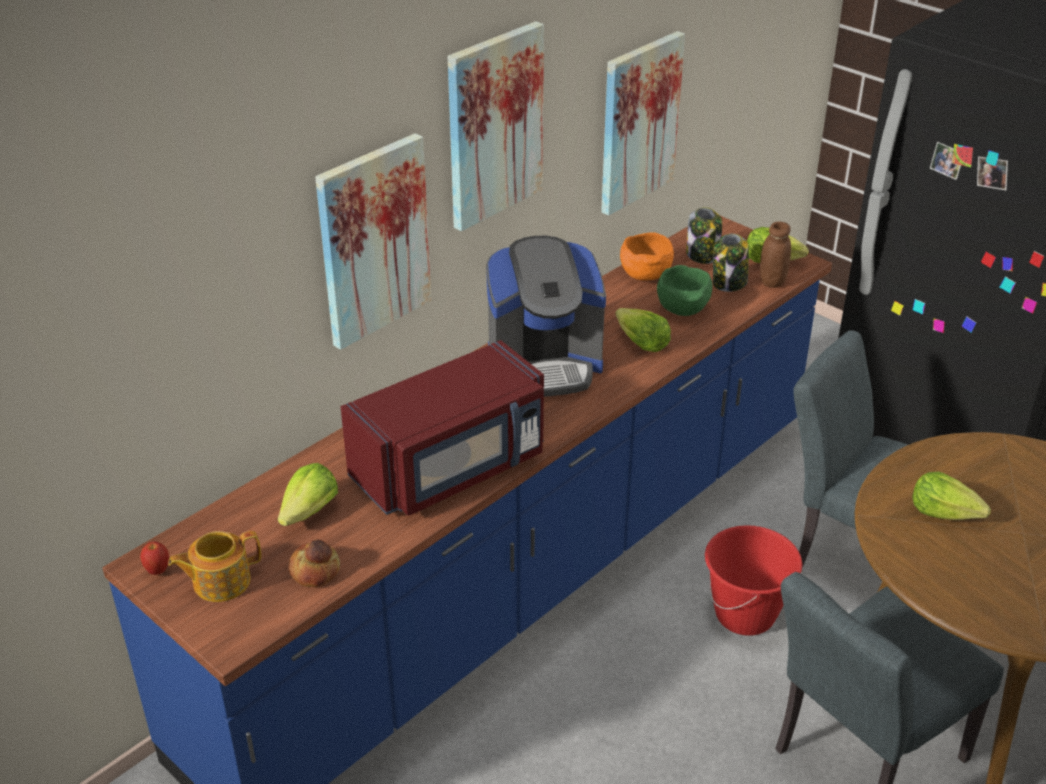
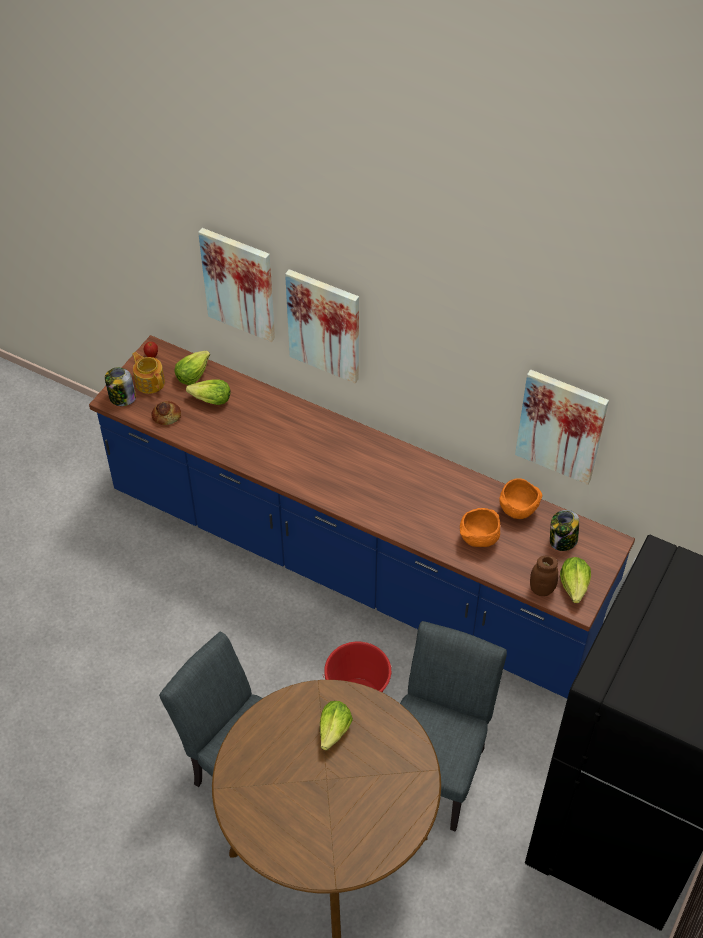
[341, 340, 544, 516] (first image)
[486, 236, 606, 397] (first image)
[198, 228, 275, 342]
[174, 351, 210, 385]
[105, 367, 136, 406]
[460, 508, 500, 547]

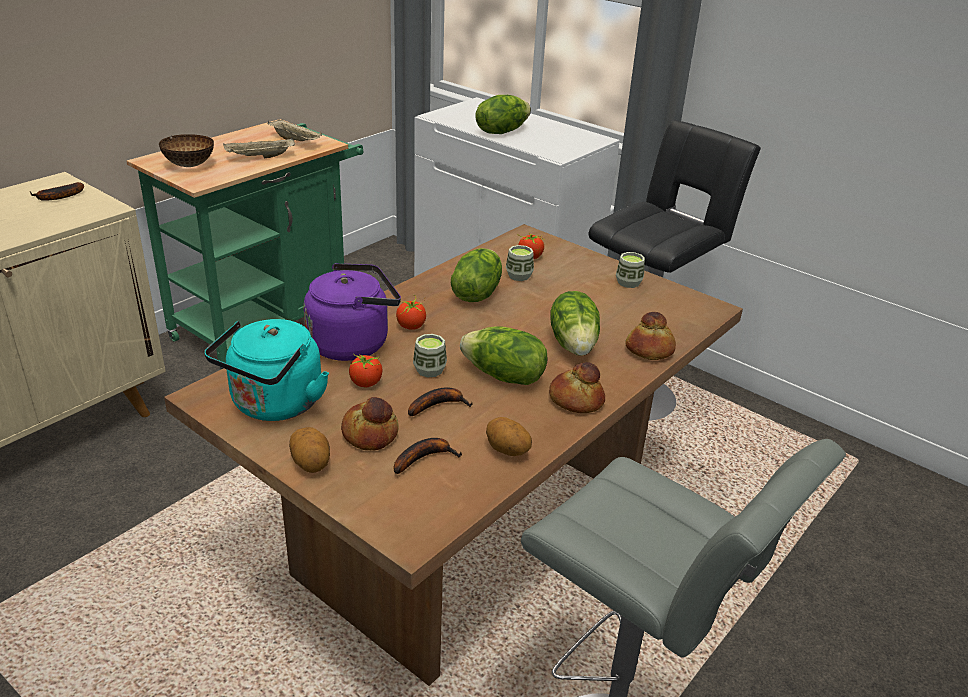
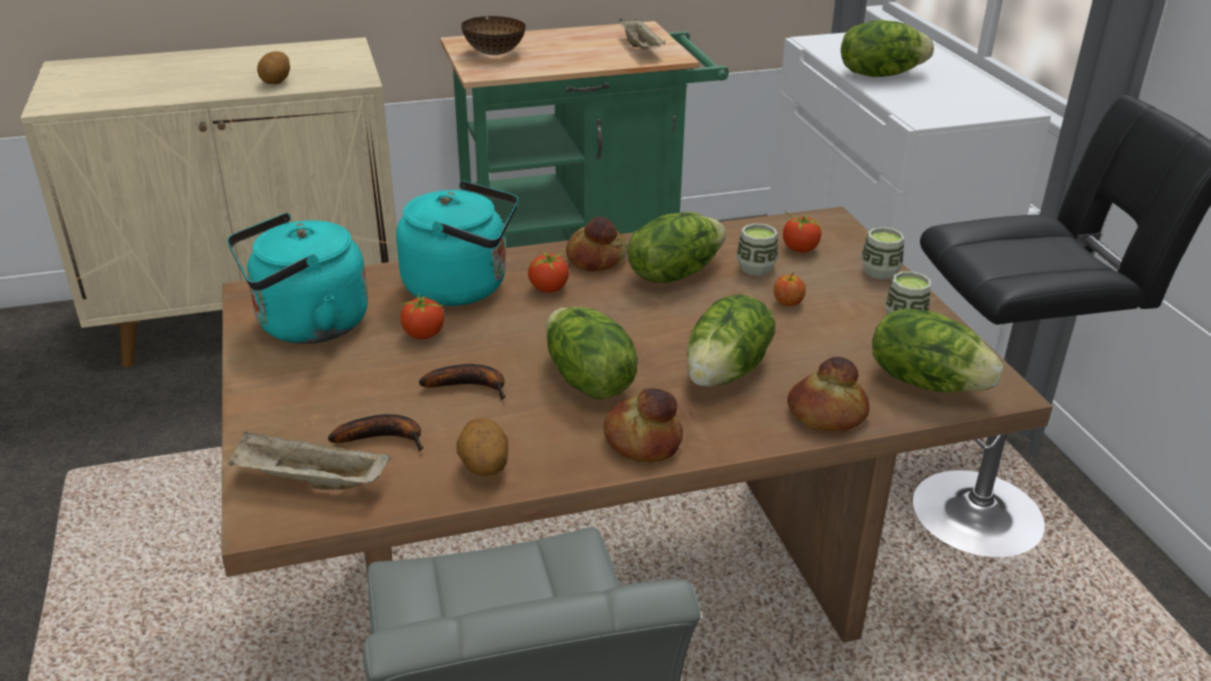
[30, 182, 84, 201] (first image)
[773, 272, 806, 306]
[872, 308, 1003, 392]
[228, 431, 390, 490]
[257, 51, 290, 84]
[566, 216, 627, 272]
[861, 227, 904, 280]
[396, 181, 518, 306]

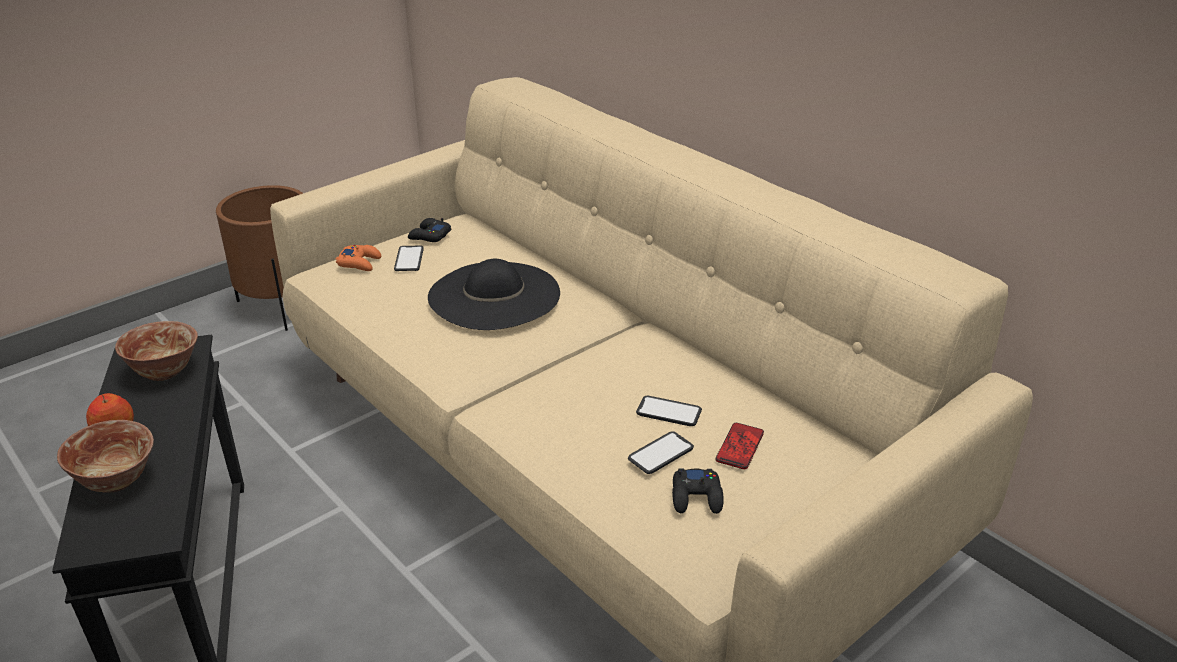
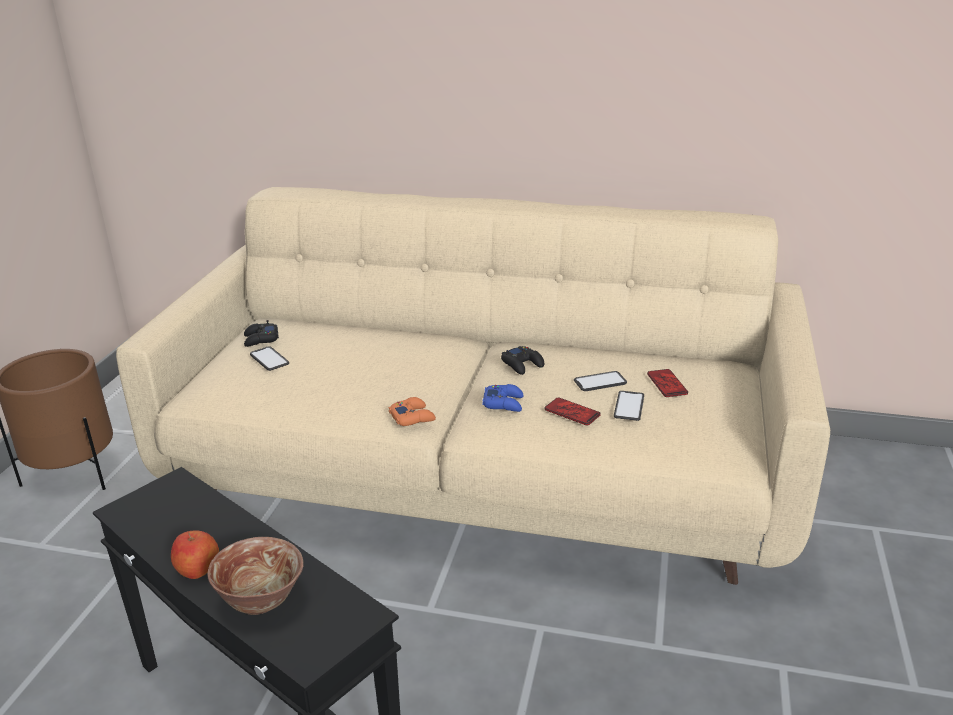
[115, 321, 198, 381] (first image)
[428, 259, 560, 330] (first image)
[482, 384, 523, 412]
[545, 398, 601, 425]
[389, 397, 436, 426]
[501, 346, 544, 375]

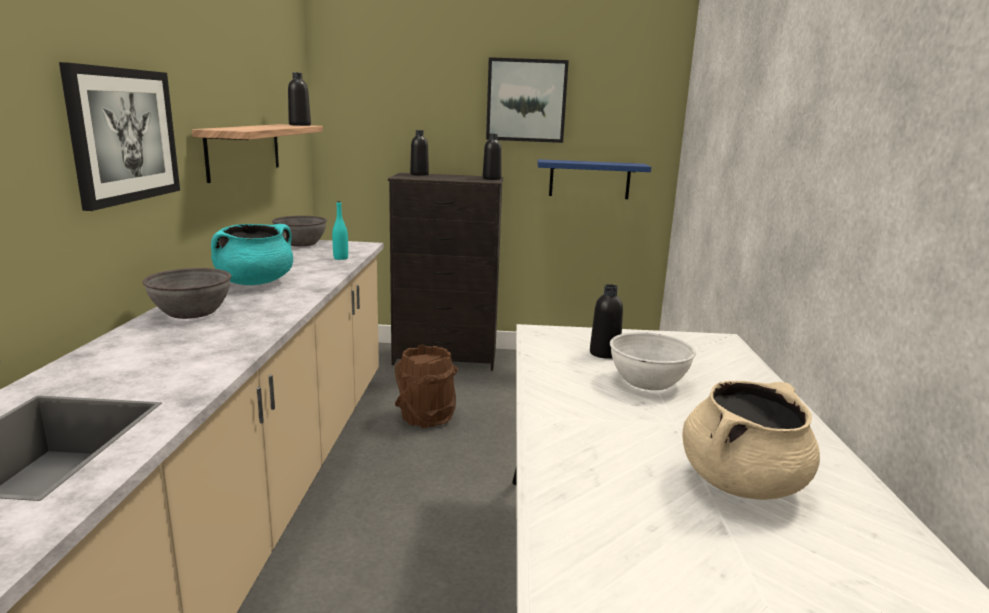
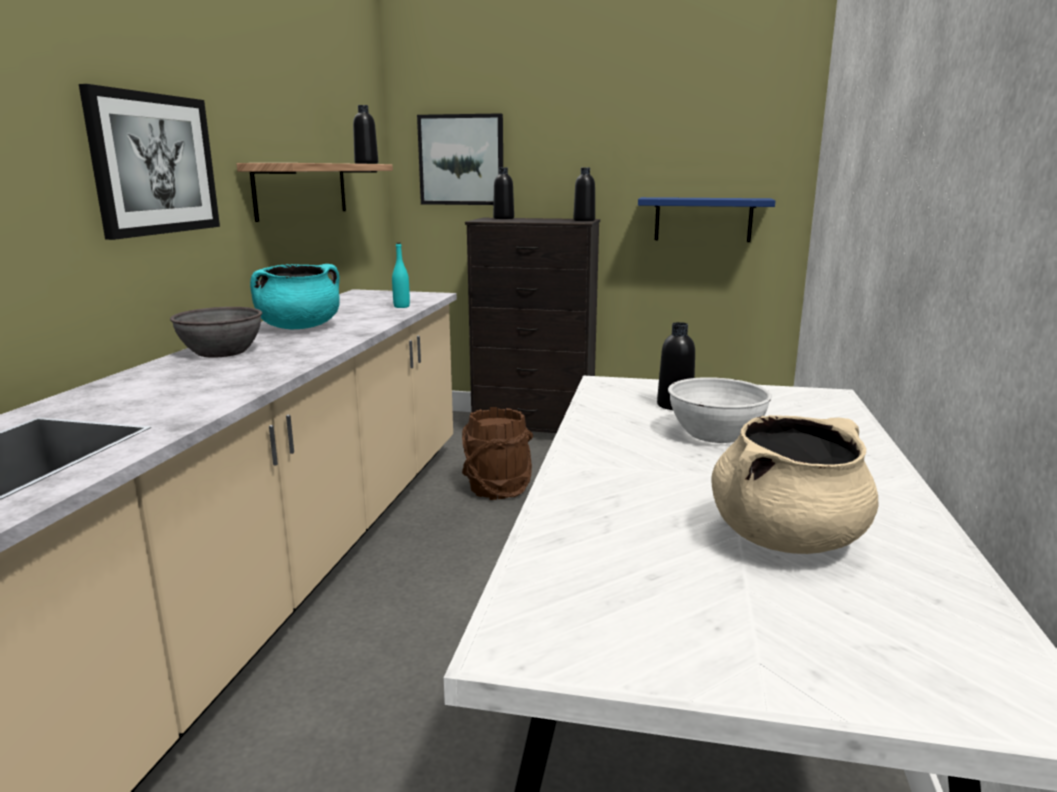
[272, 216, 327, 246] (first image)
[417, 113, 503, 205]

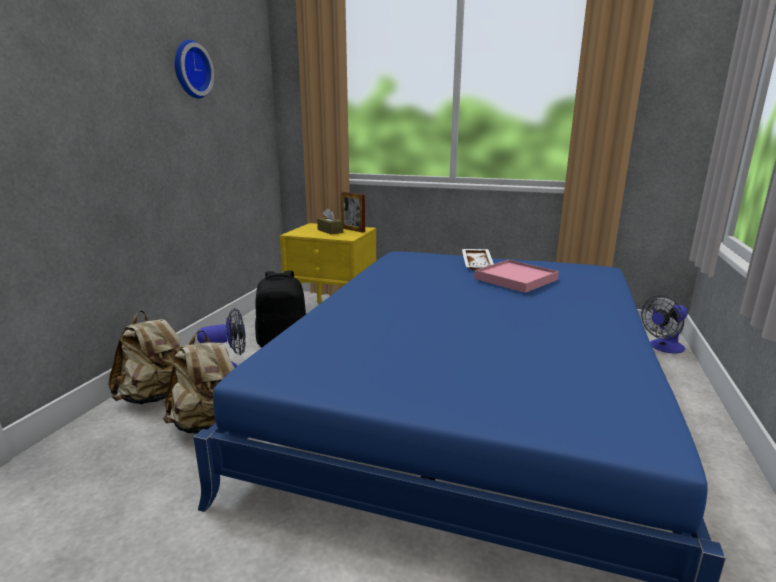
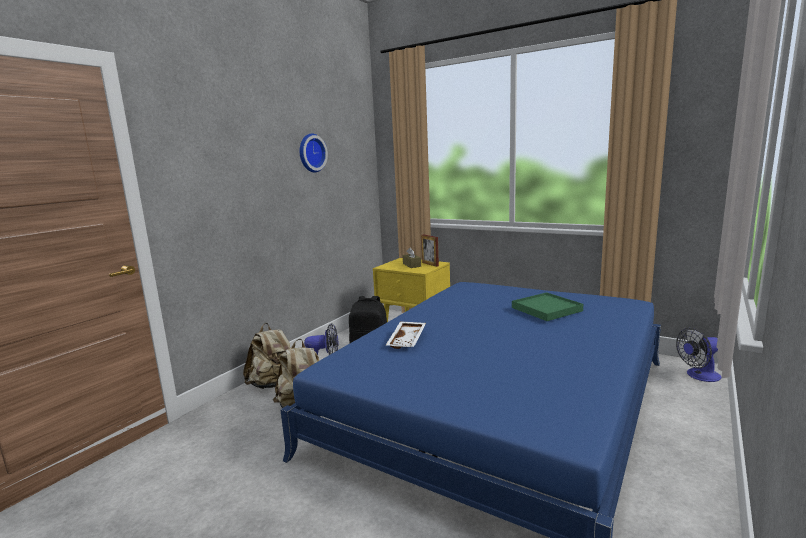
[386, 322, 426, 349]
[512, 292, 583, 321]

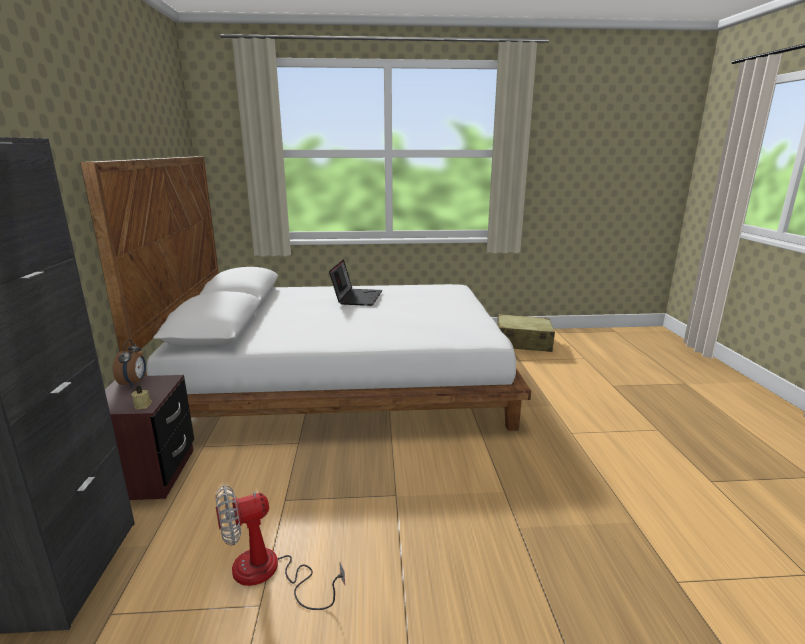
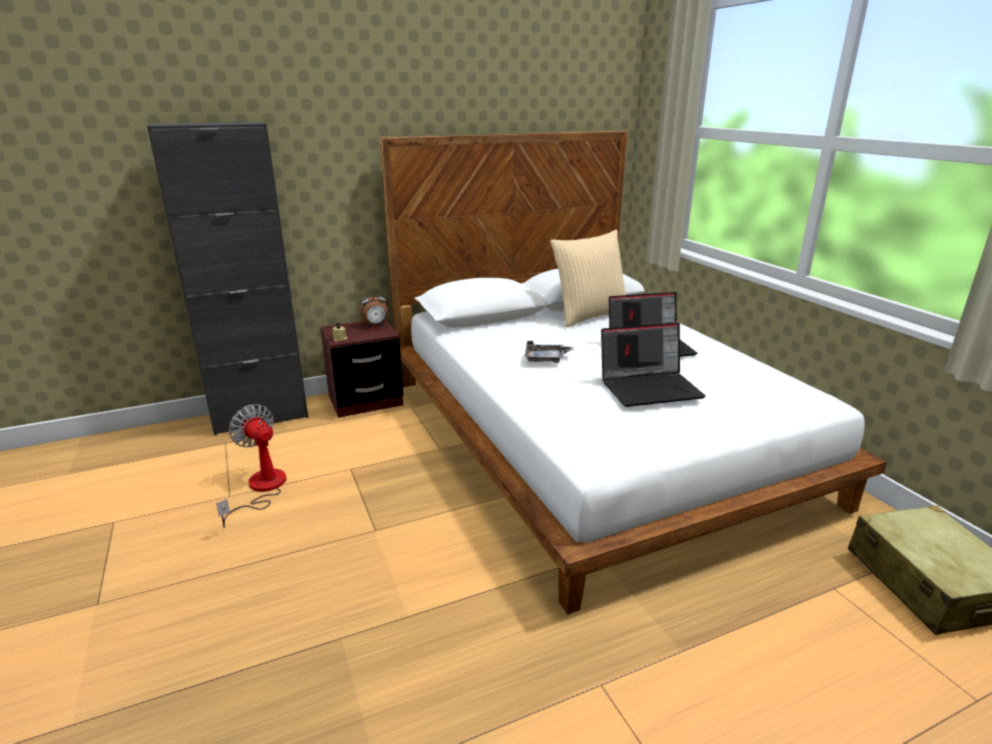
[525, 341, 574, 363]
[550, 230, 626, 327]
[601, 322, 705, 407]

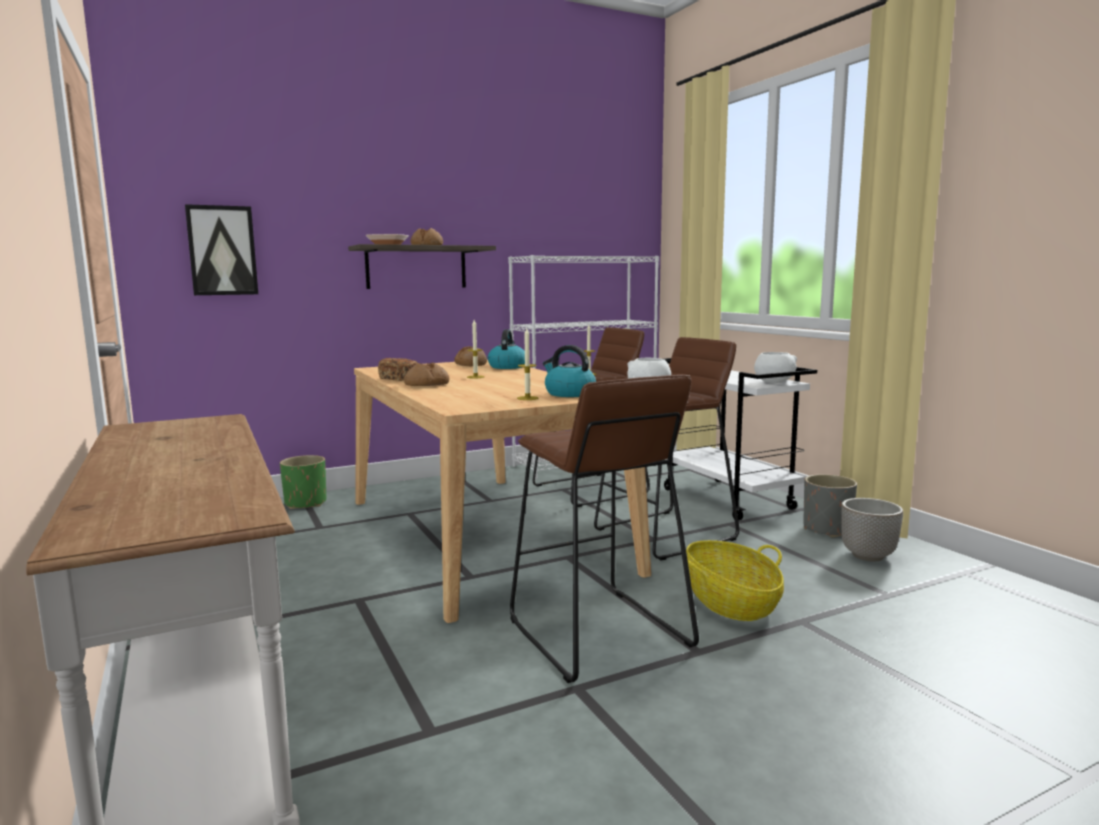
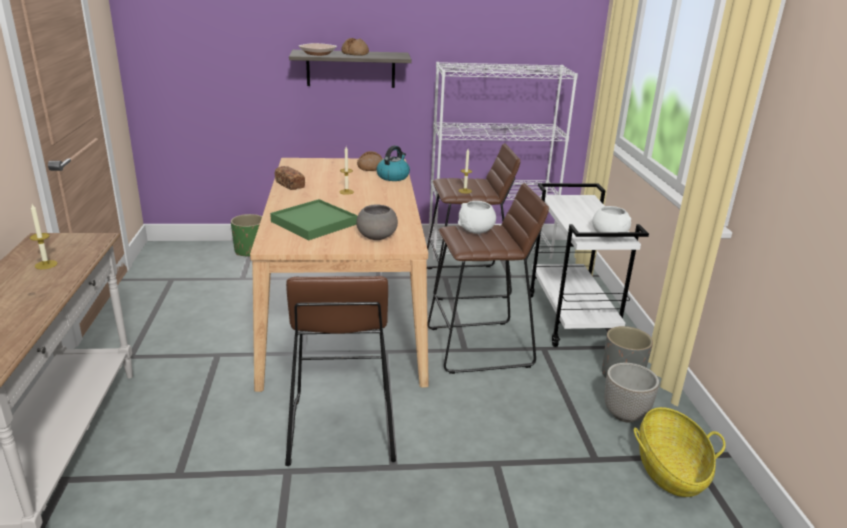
[185, 204, 258, 295] (first image)
[404, 363, 450, 386] (first image)
[270, 199, 358, 240]
[30, 204, 57, 269]
[634, 407, 726, 497]
[356, 205, 398, 240]

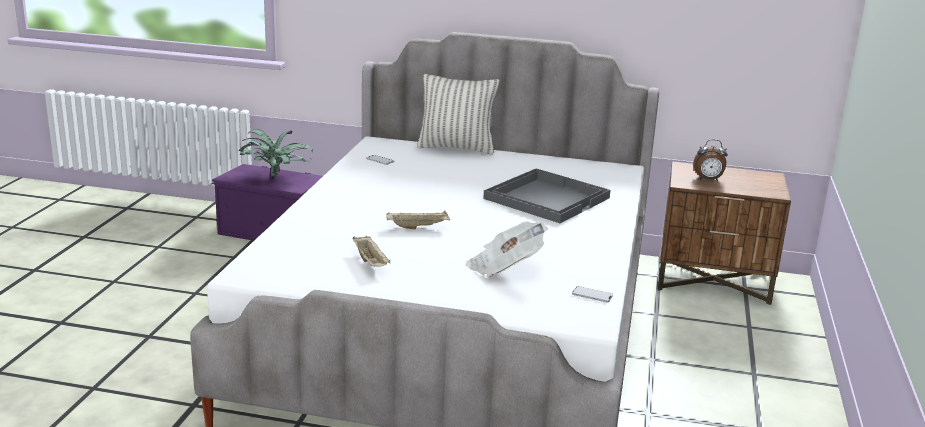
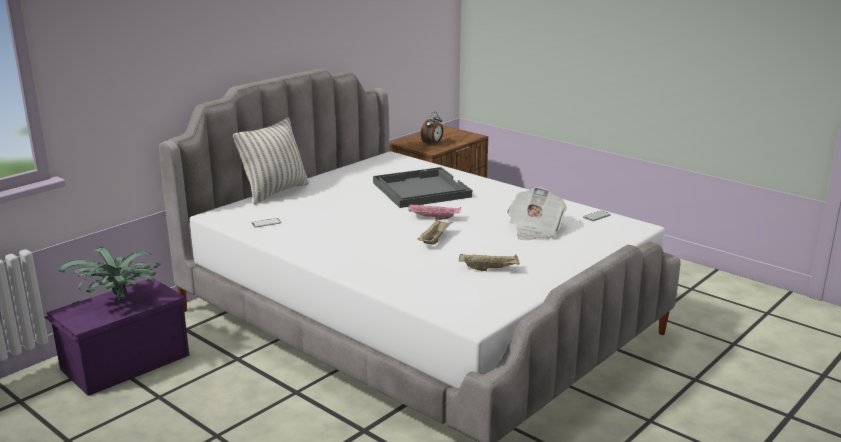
[408, 205, 461, 220]

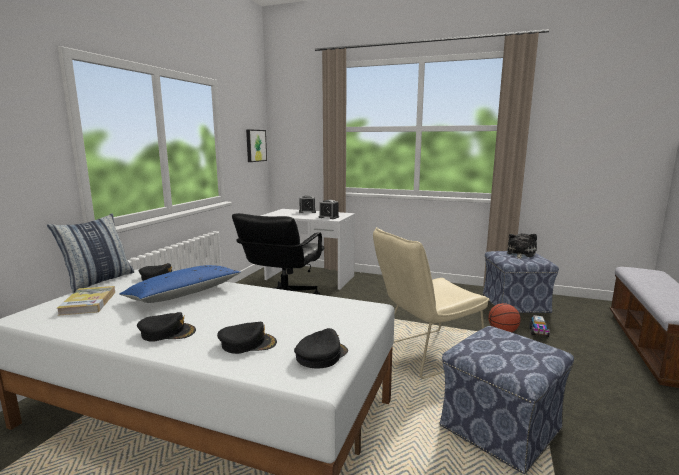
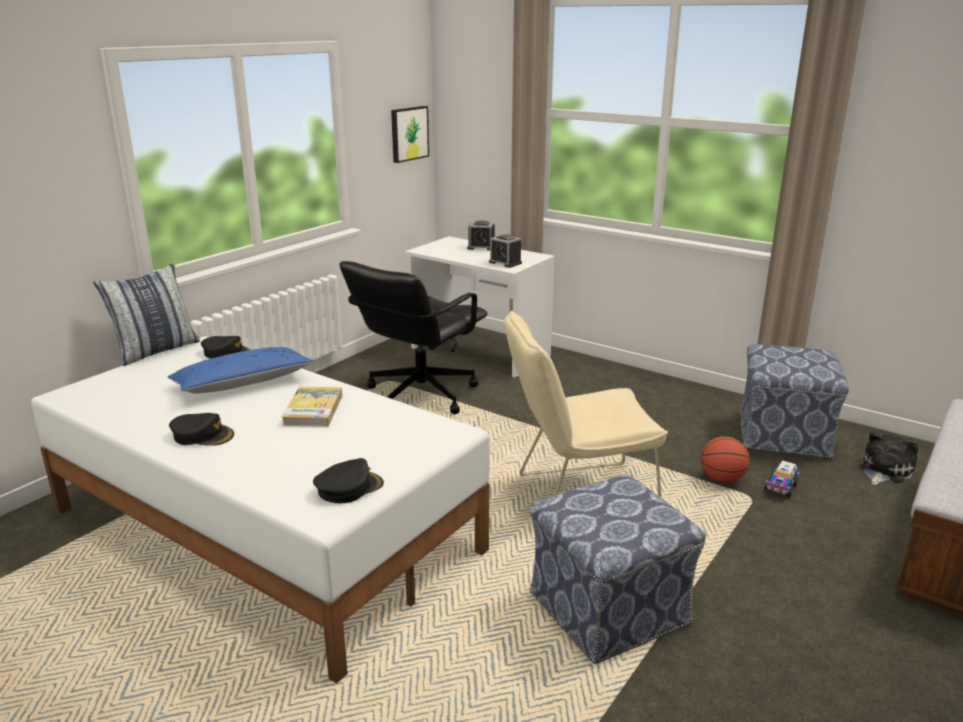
[217, 322, 277, 354] (first image)
[282, 387, 343, 427]
[859, 432, 919, 485]

